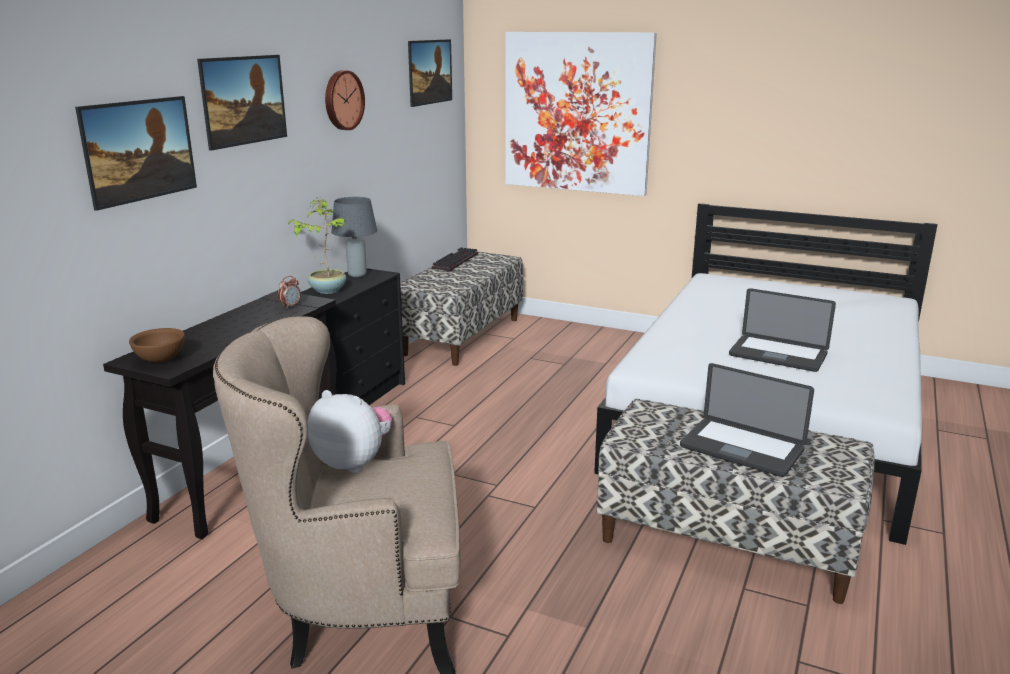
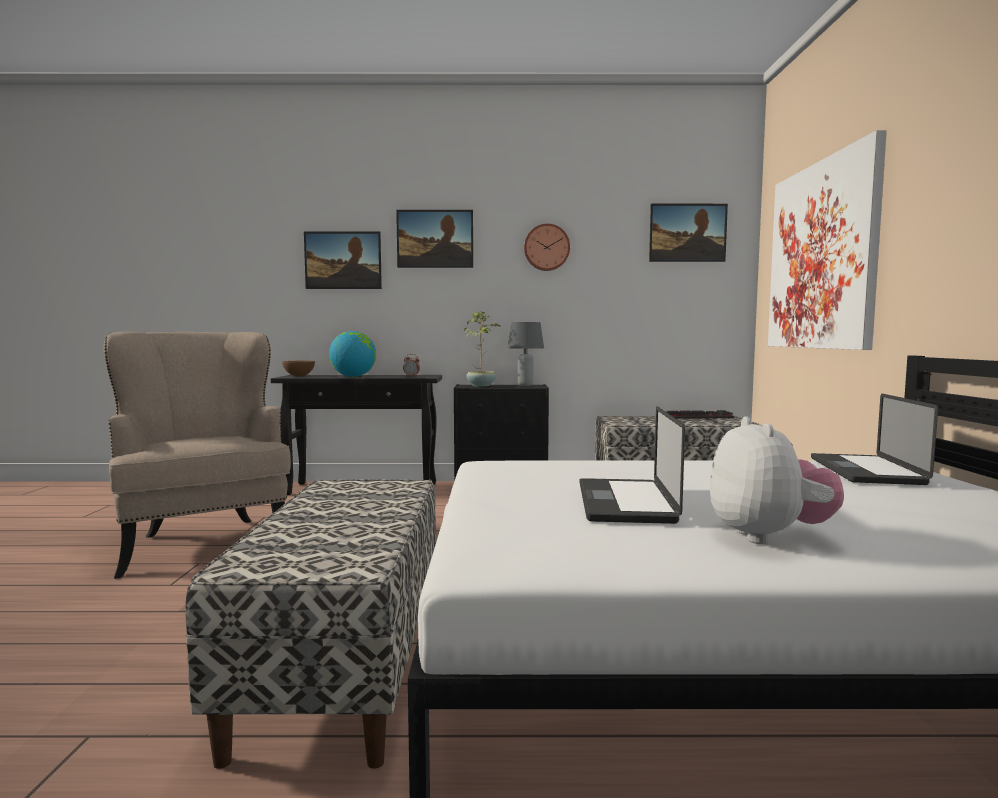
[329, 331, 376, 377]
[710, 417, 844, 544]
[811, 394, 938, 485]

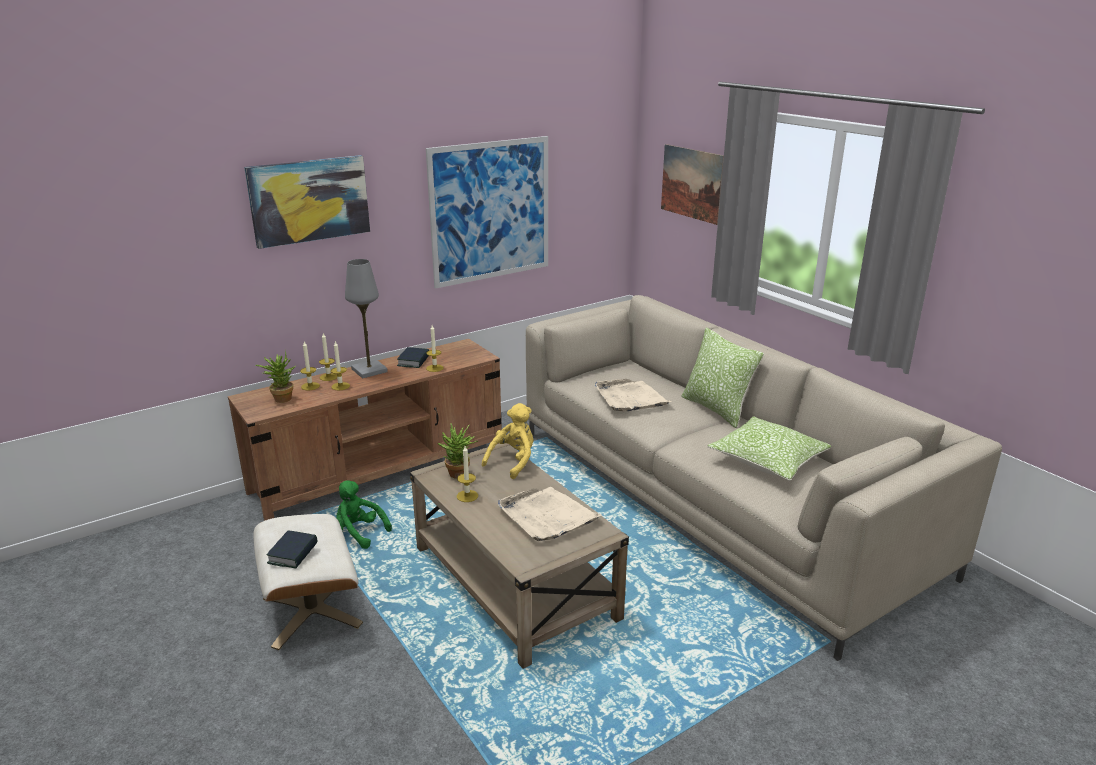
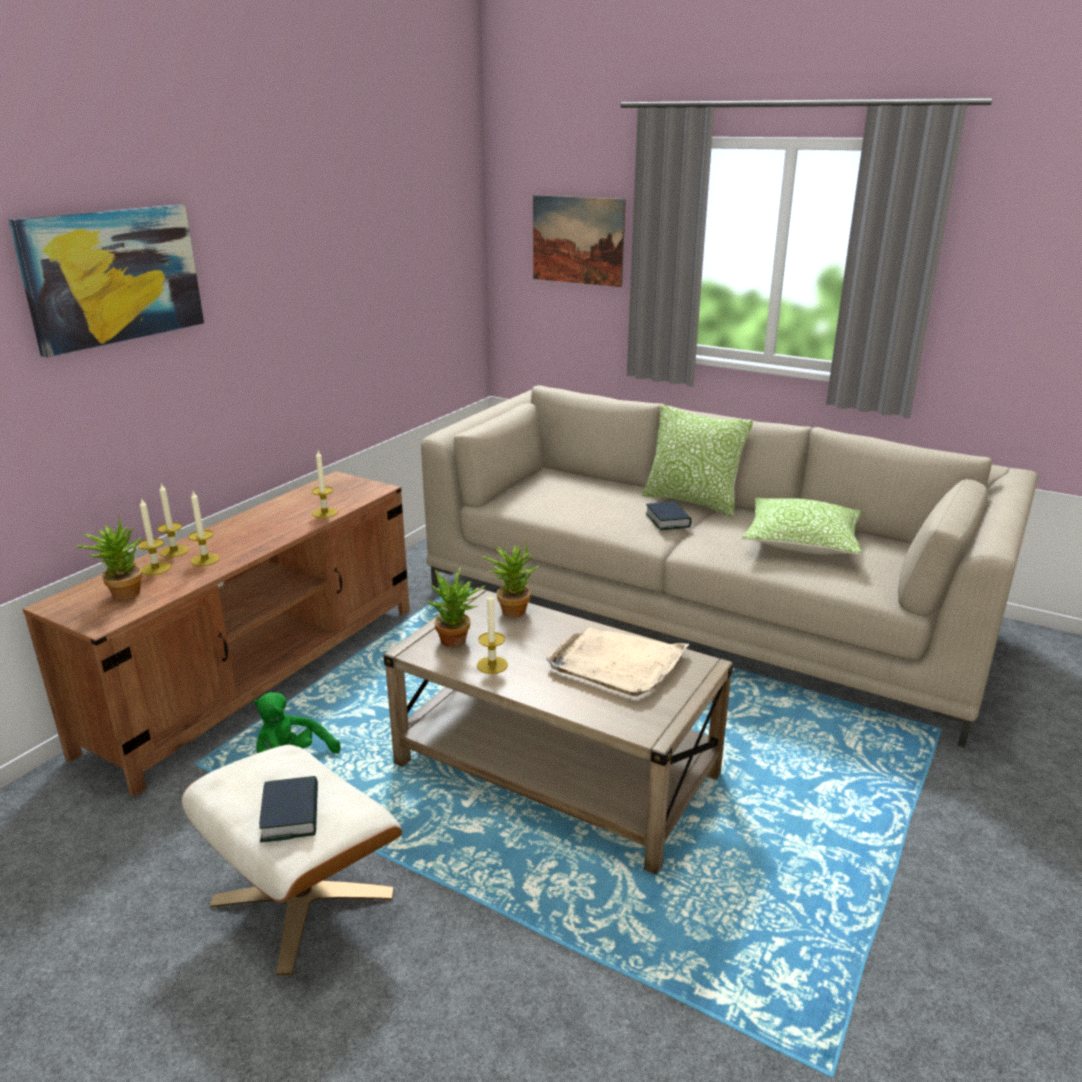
[345, 259, 388, 378] (first image)
[426, 136, 548, 289] (first image)
[595, 379, 671, 412] (first image)
[645, 501, 691, 530]
[482, 541, 539, 617]

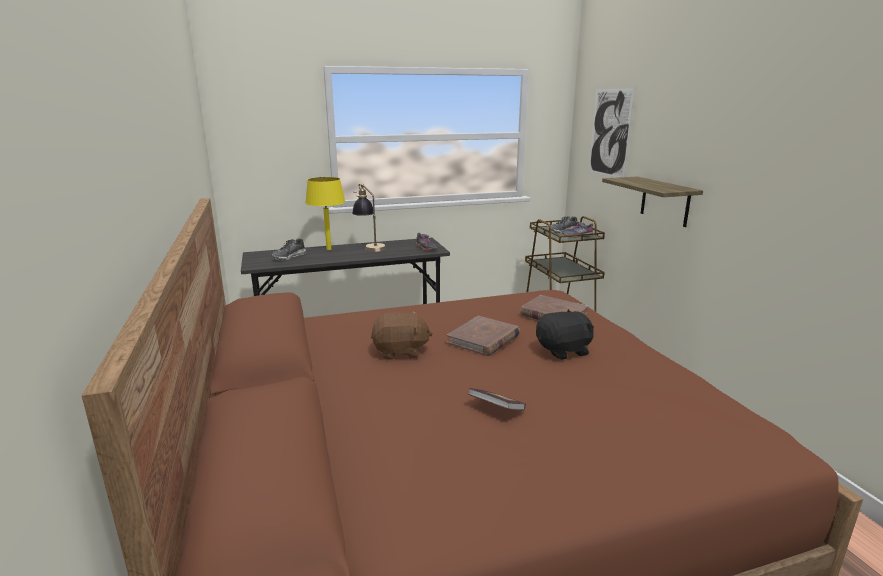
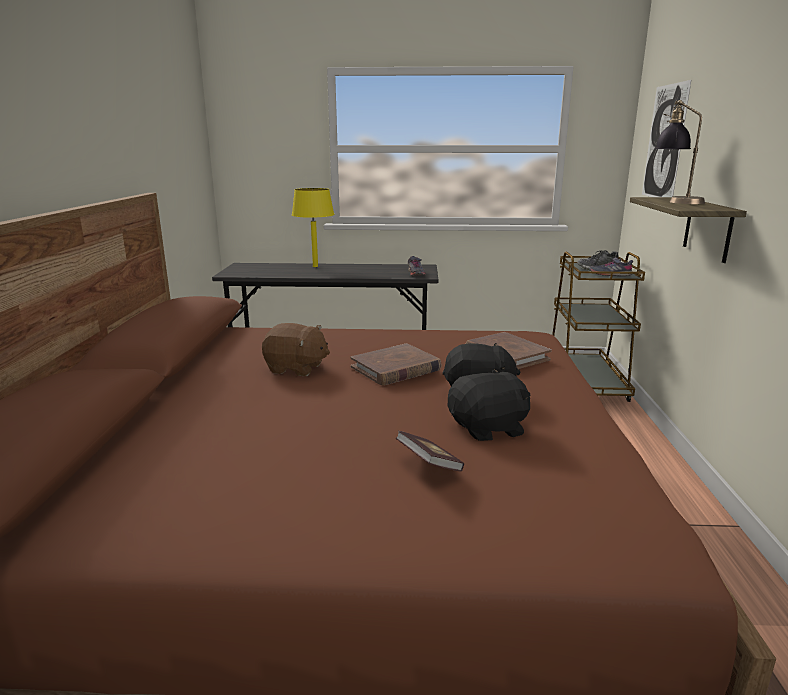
[272, 238, 306, 261] (first image)
[448, 369, 530, 441]
[655, 100, 705, 204]
[396, 431, 464, 472]

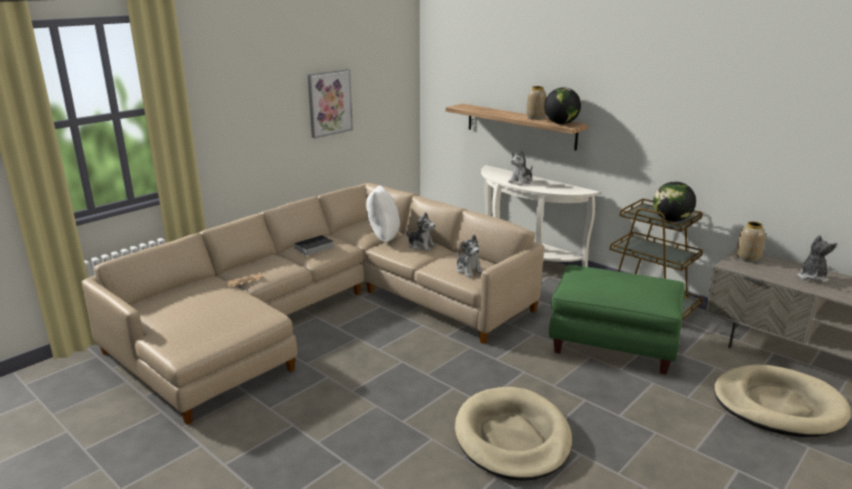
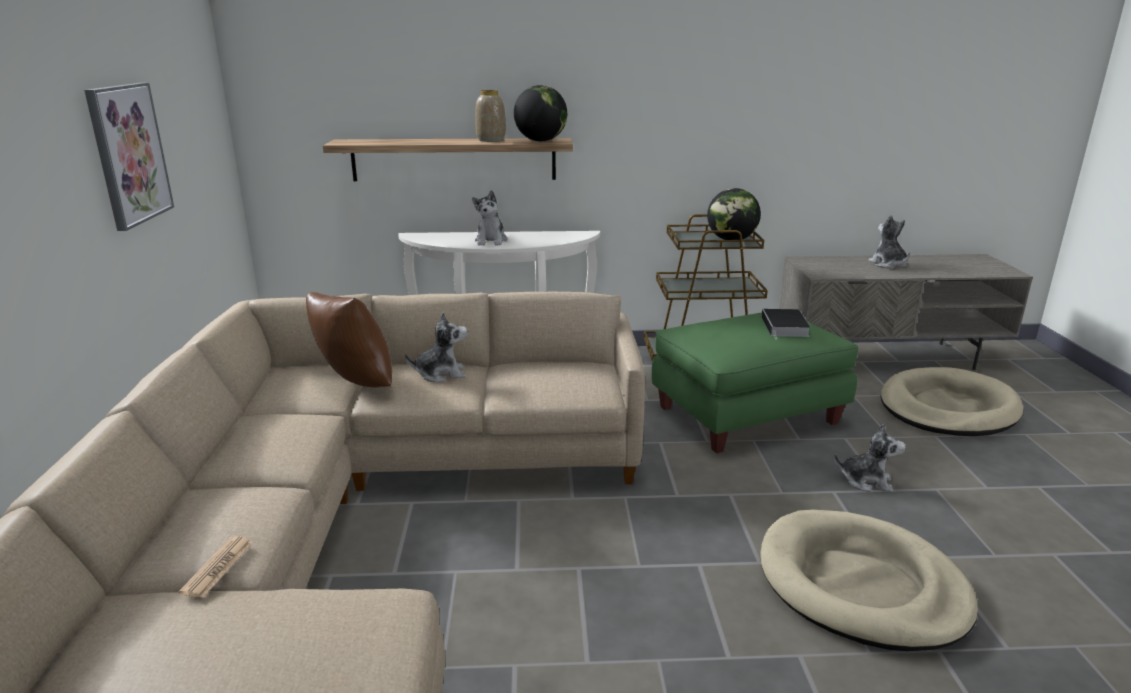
[736, 221, 765, 262] (first image)
[762, 309, 811, 340]
[834, 423, 906, 492]
[306, 292, 392, 387]

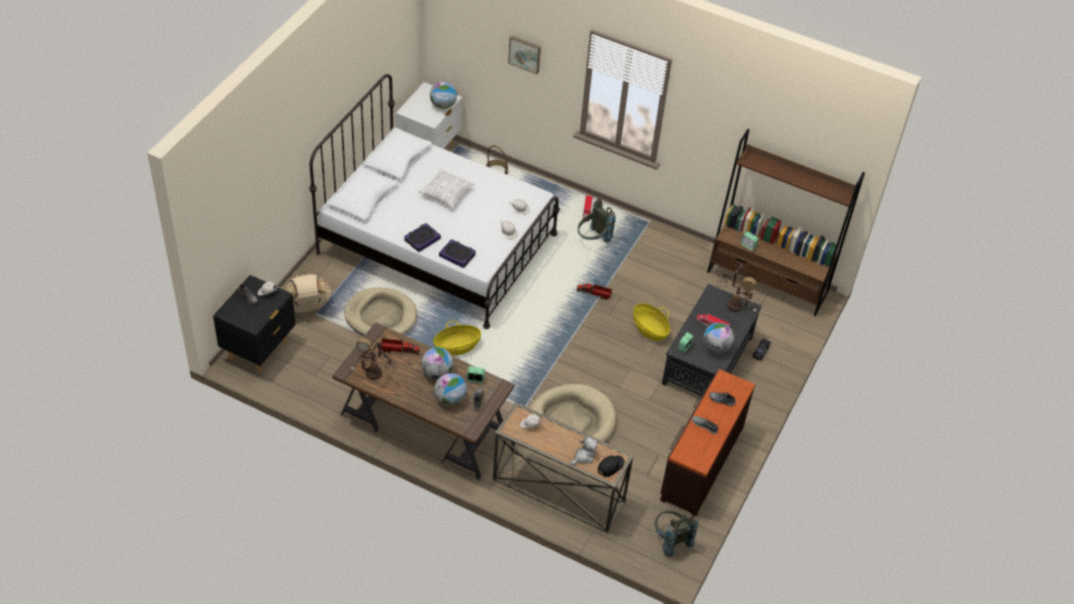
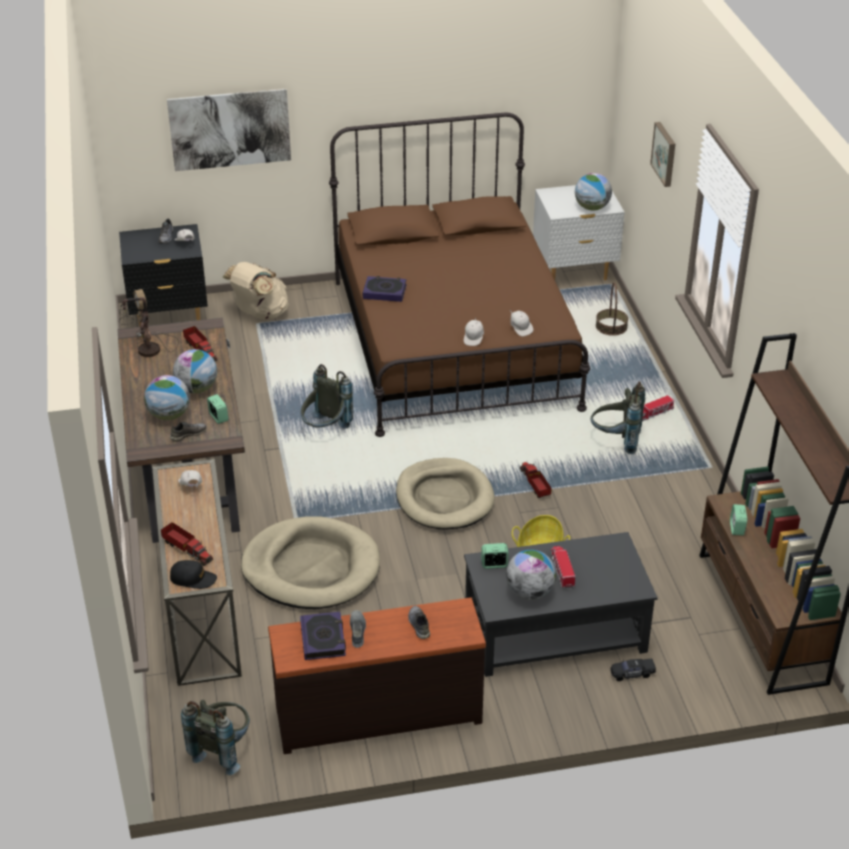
[419, 169, 474, 208] (first image)
[718, 263, 757, 324] (first image)
[167, 89, 291, 171]
[396, 458, 495, 529]
[300, 612, 346, 660]
[301, 364, 353, 429]
[161, 522, 213, 566]
[329, 113, 590, 437]

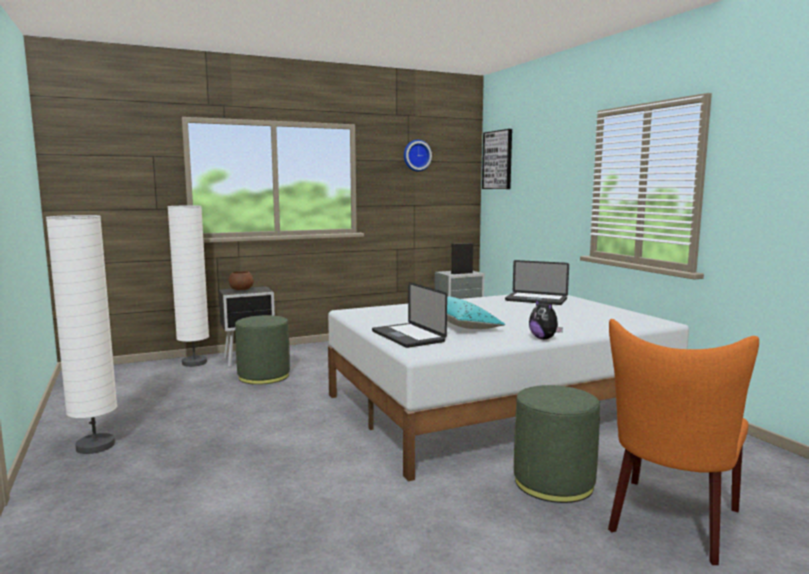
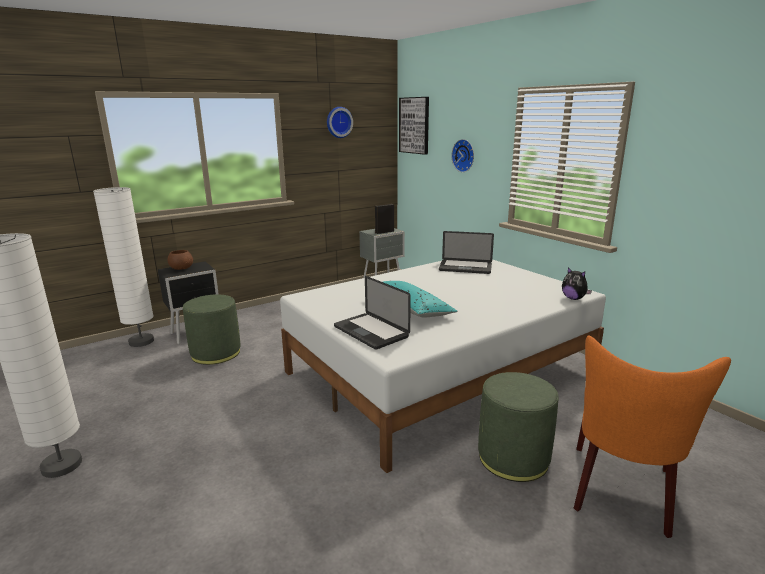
[452, 139, 474, 172]
[562, 267, 592, 300]

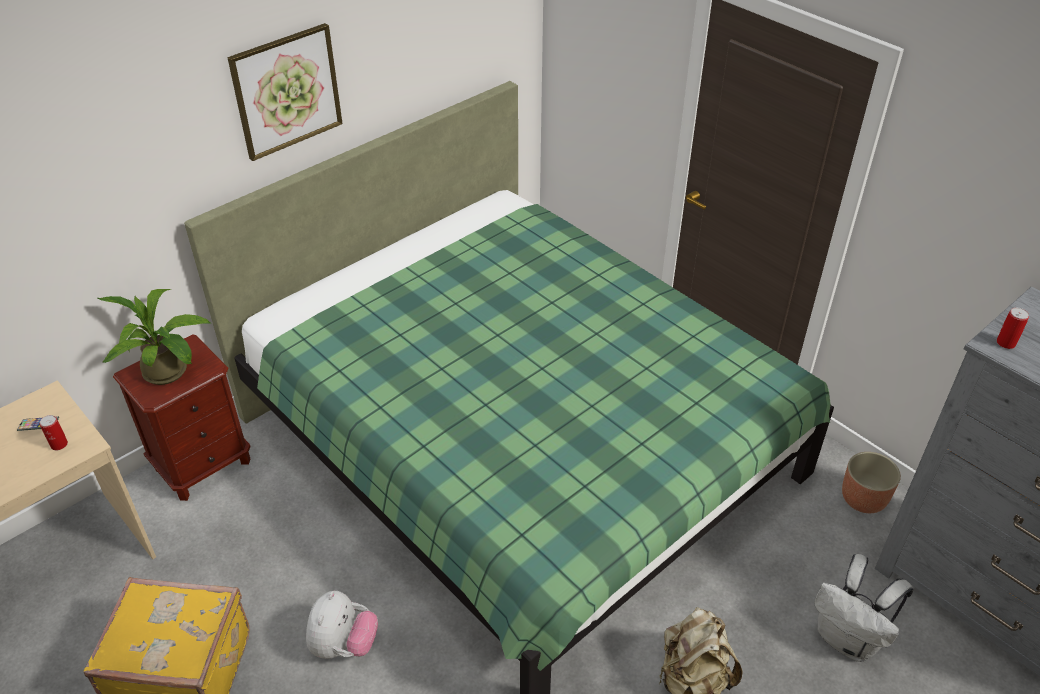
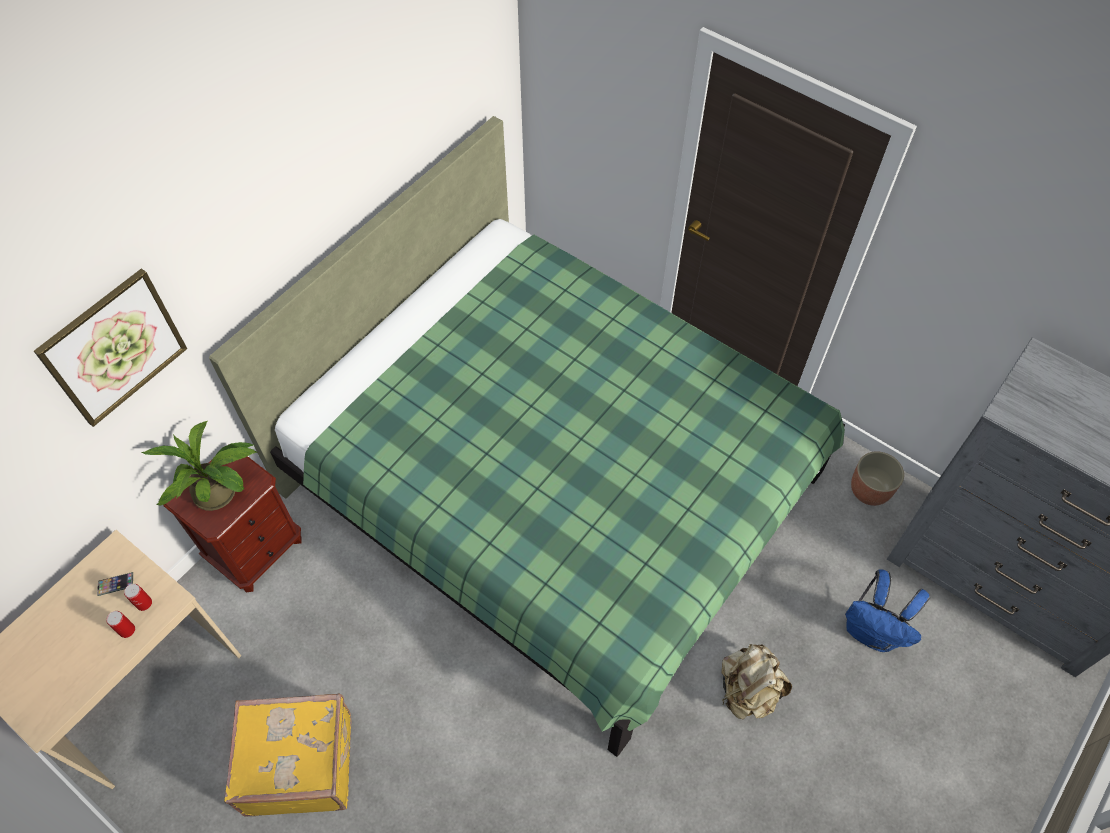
[306, 591, 378, 659] (first image)
[34, 269, 187, 427]
[106, 611, 135, 638]
[845, 569, 930, 652]

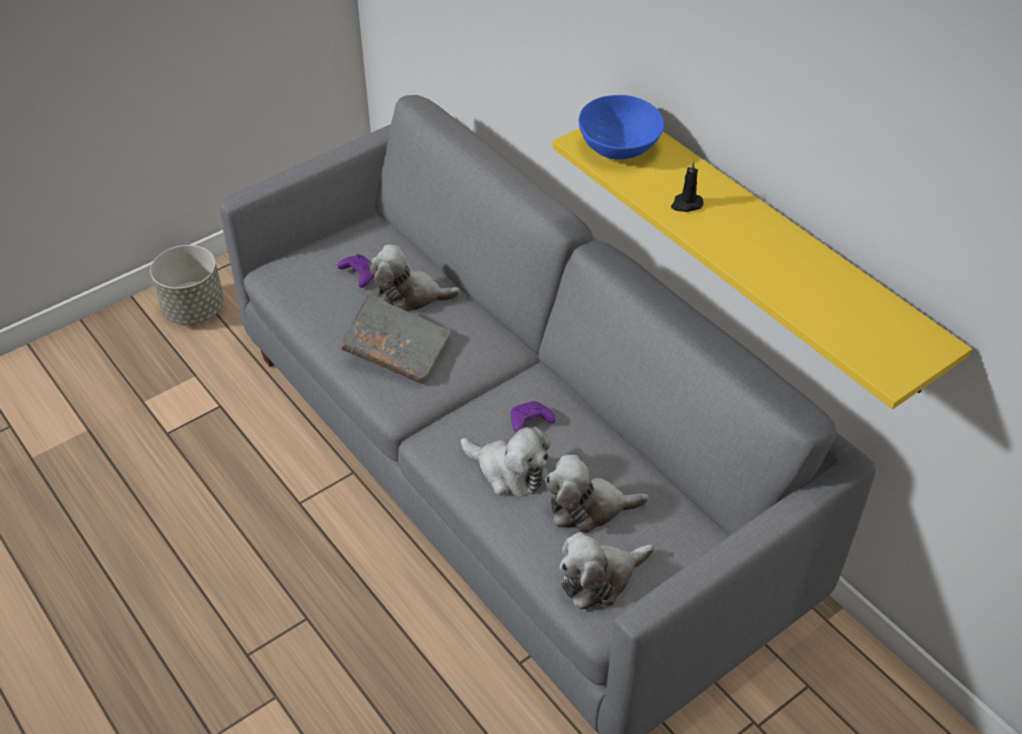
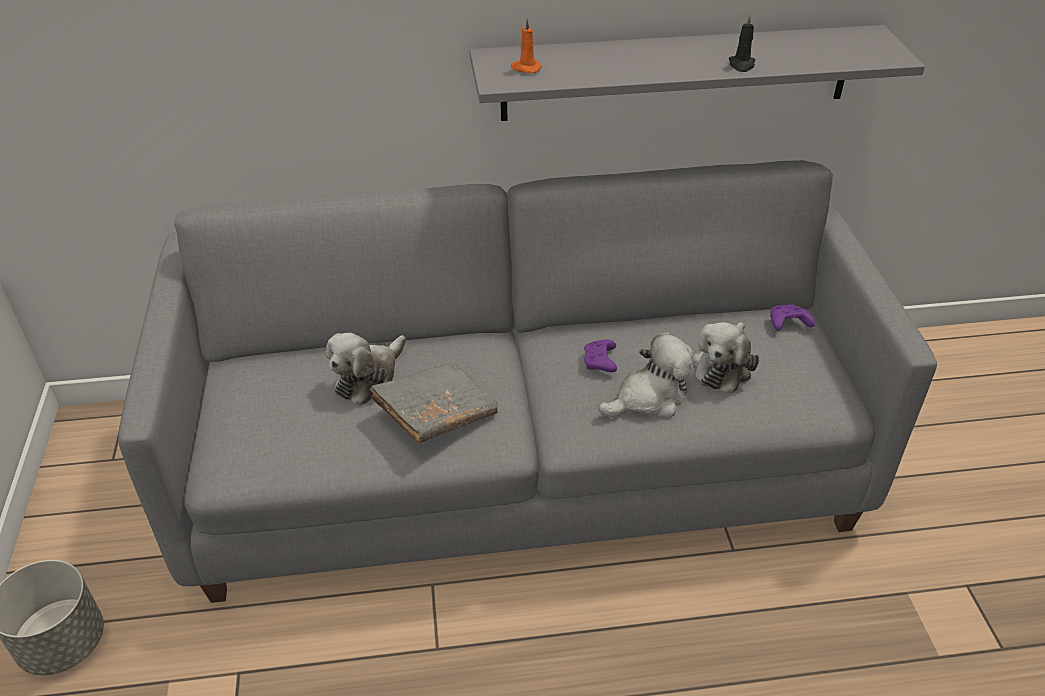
[560, 532, 654, 610] (first image)
[770, 305, 815, 330]
[729, 14, 755, 72]
[511, 18, 542, 74]
[470, 25, 925, 121]

